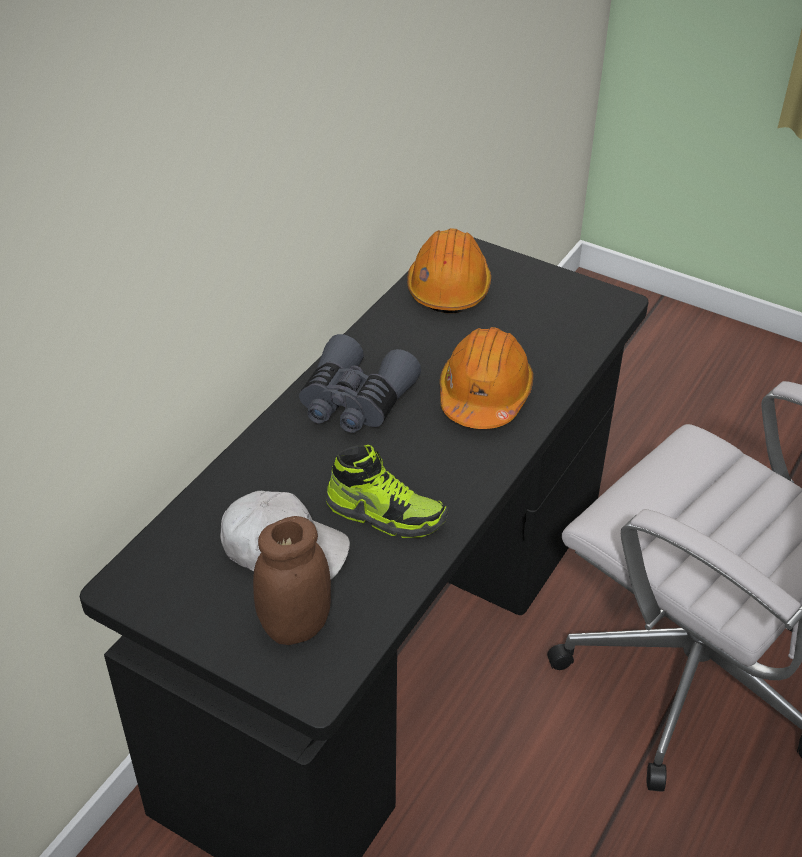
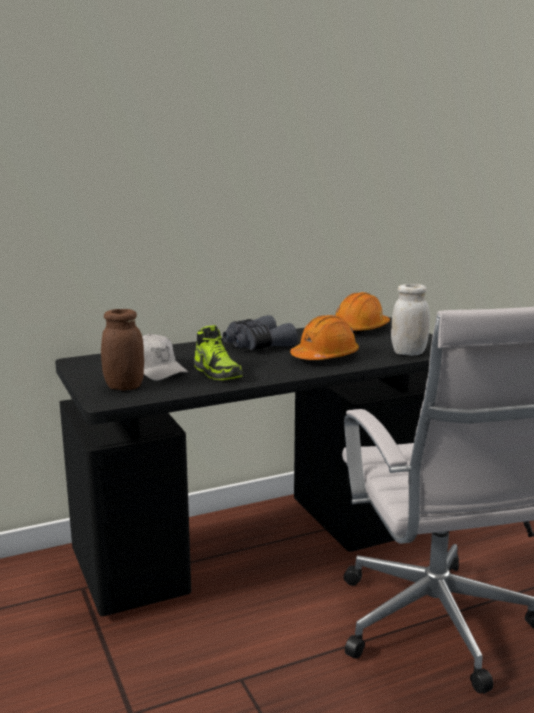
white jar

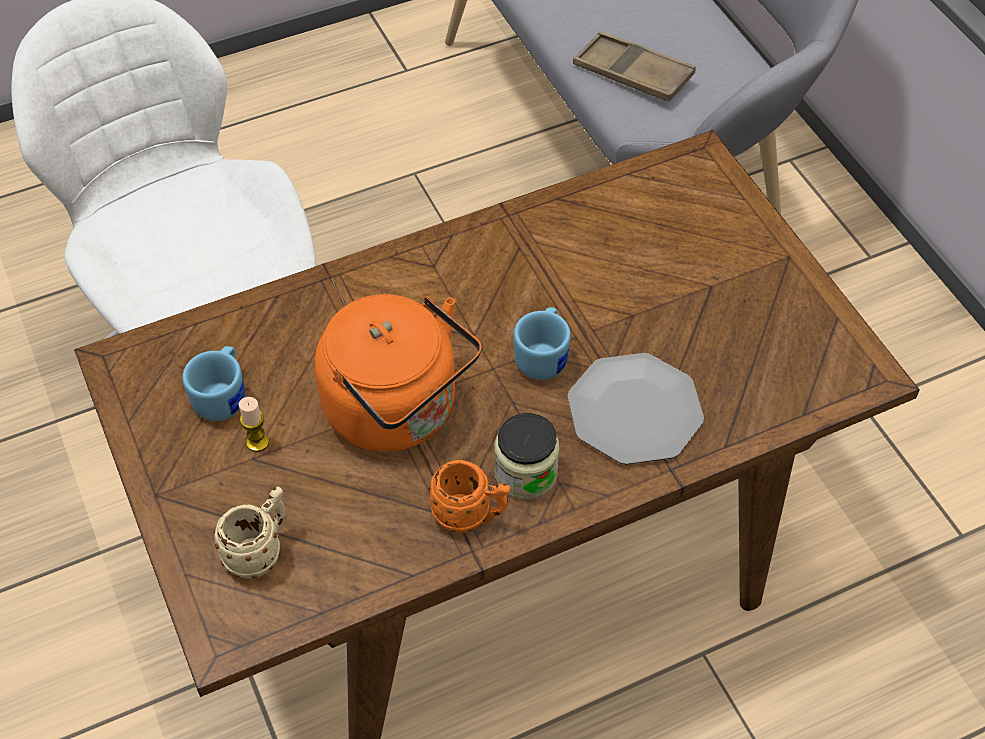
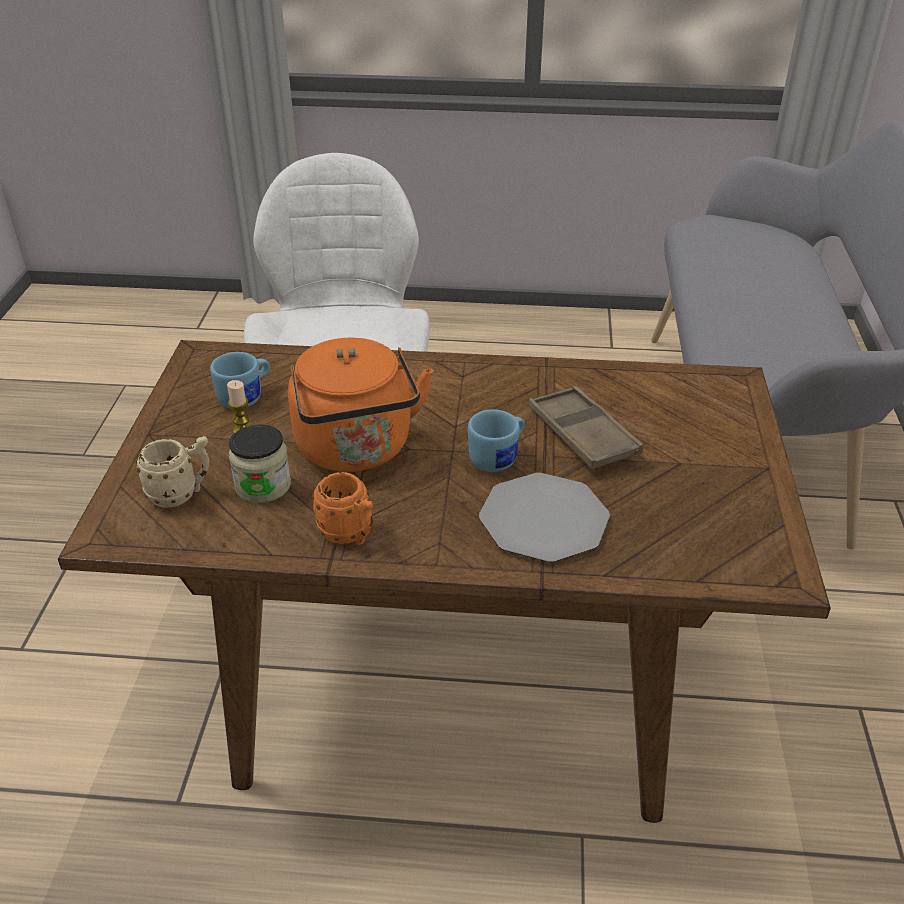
jar
brown tray

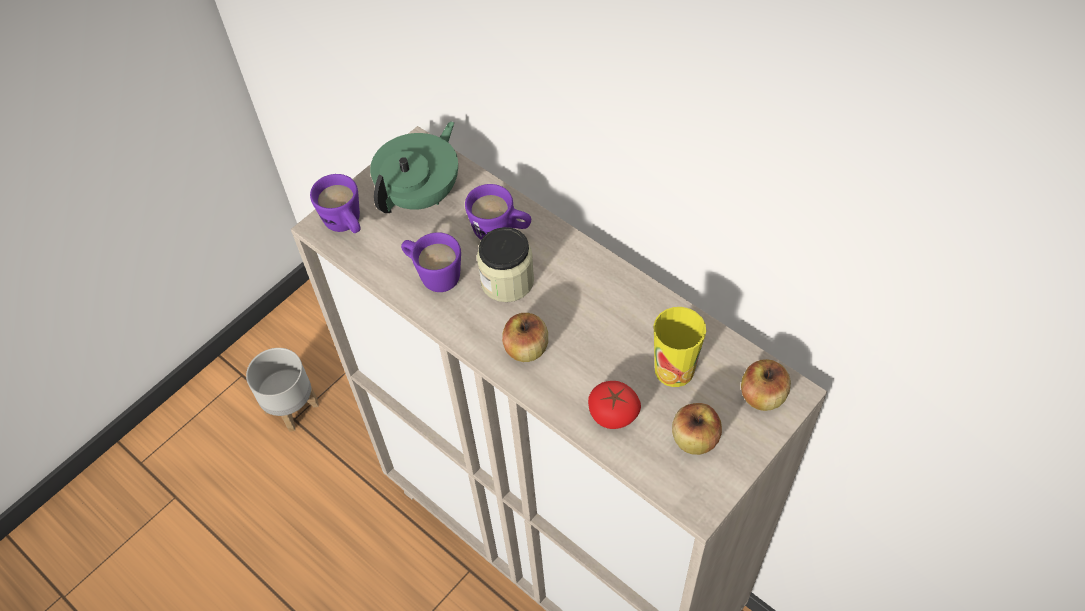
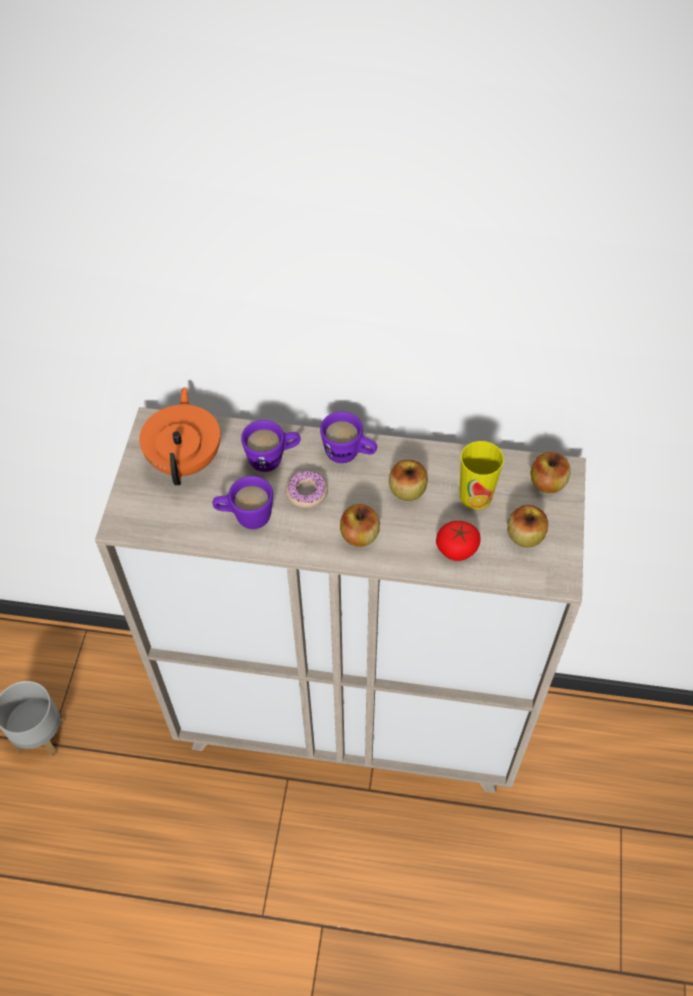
purple mug (no. 3 from left)
orange teapot
donut
apple (no. 2 from left)

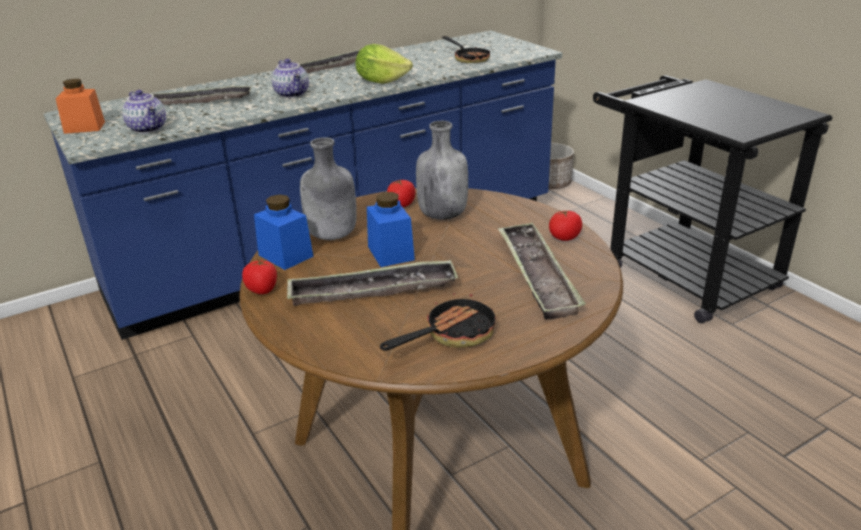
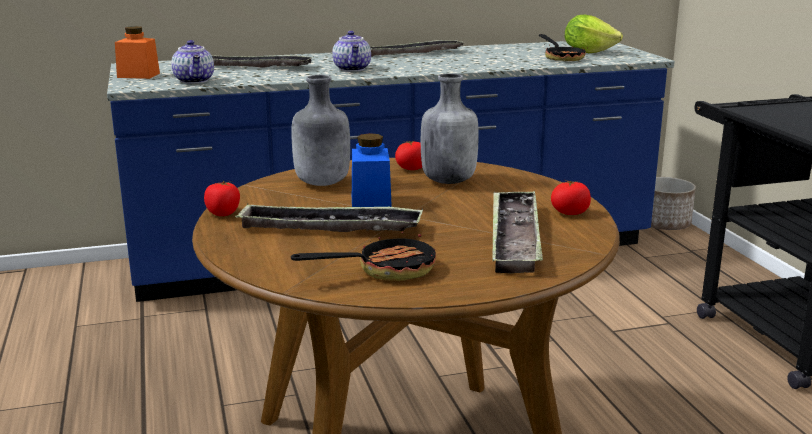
blue jar (no. 1 from left in the first image)
lettuce

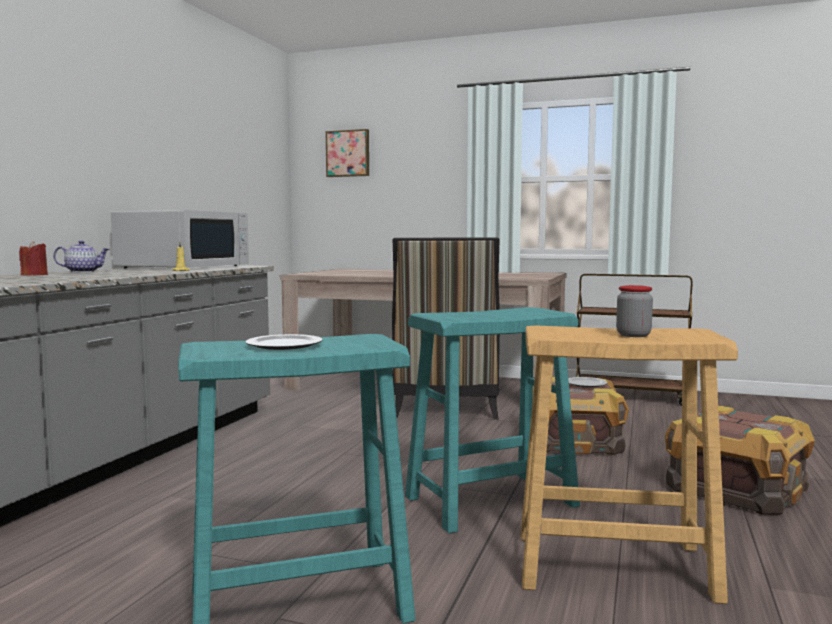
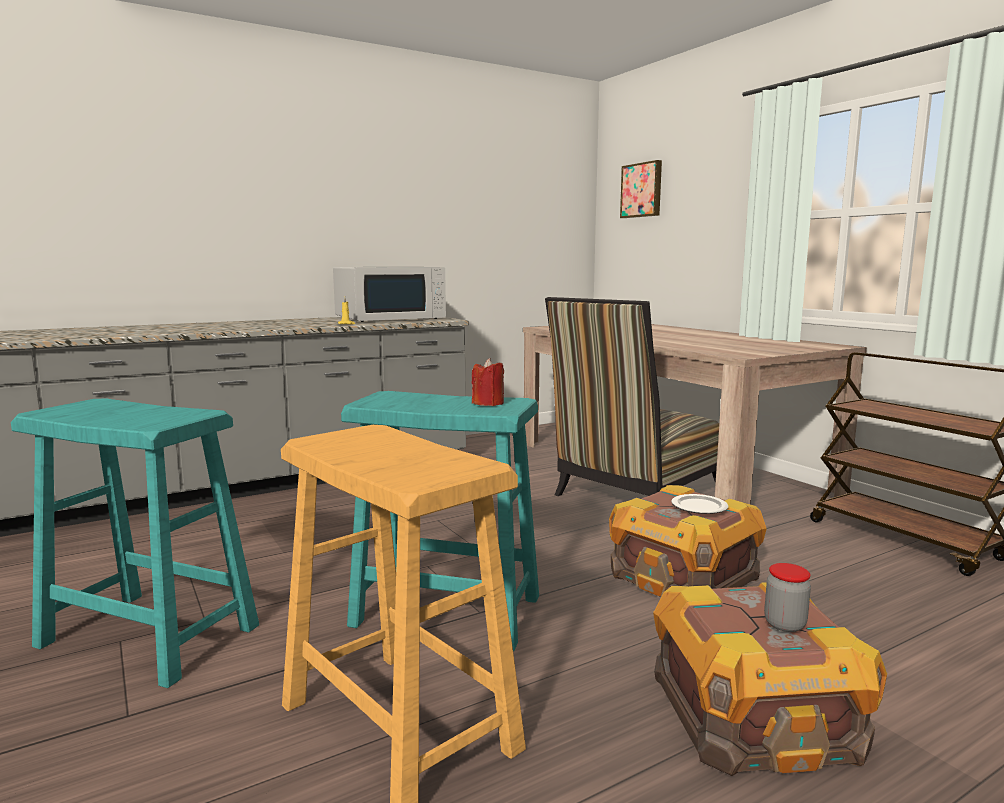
red candle
teapot
plate (no. 1 from left in the first image)
jar

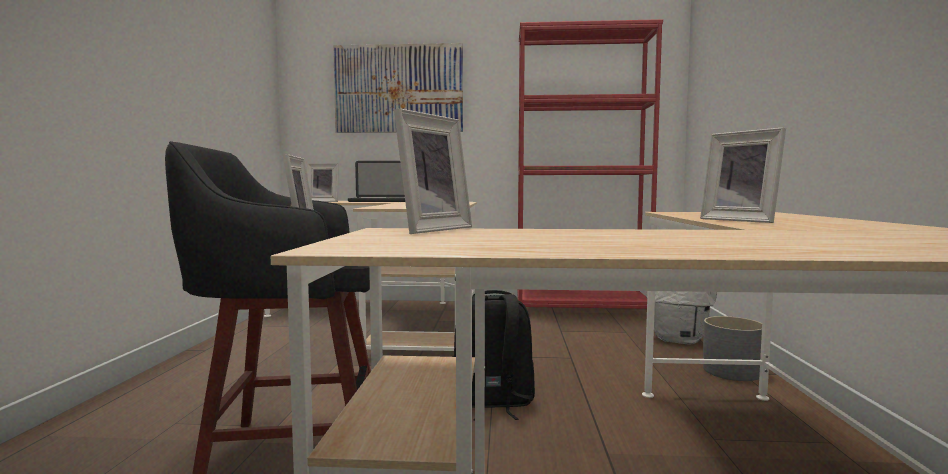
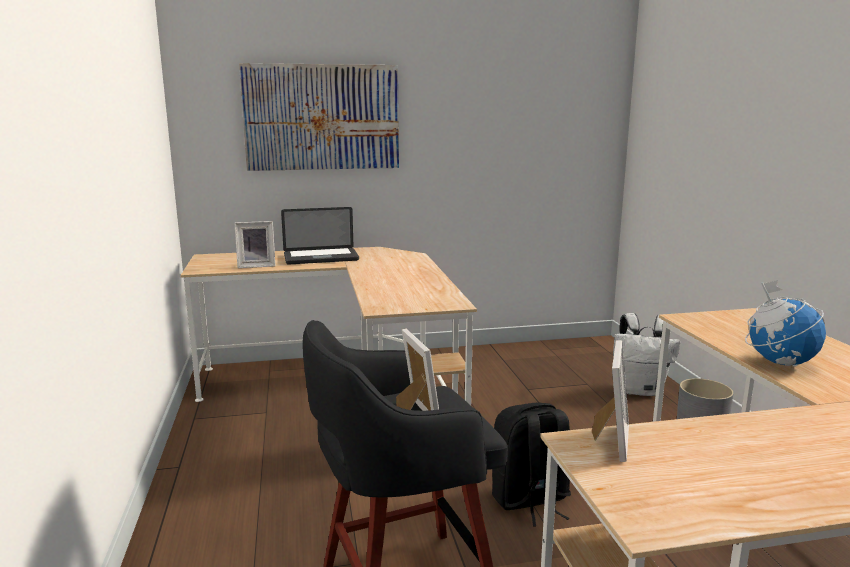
red bookcase
globe

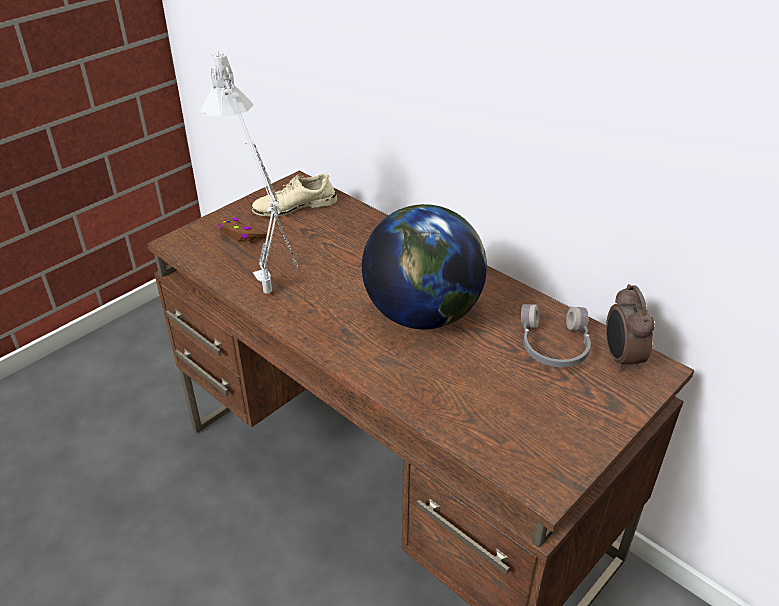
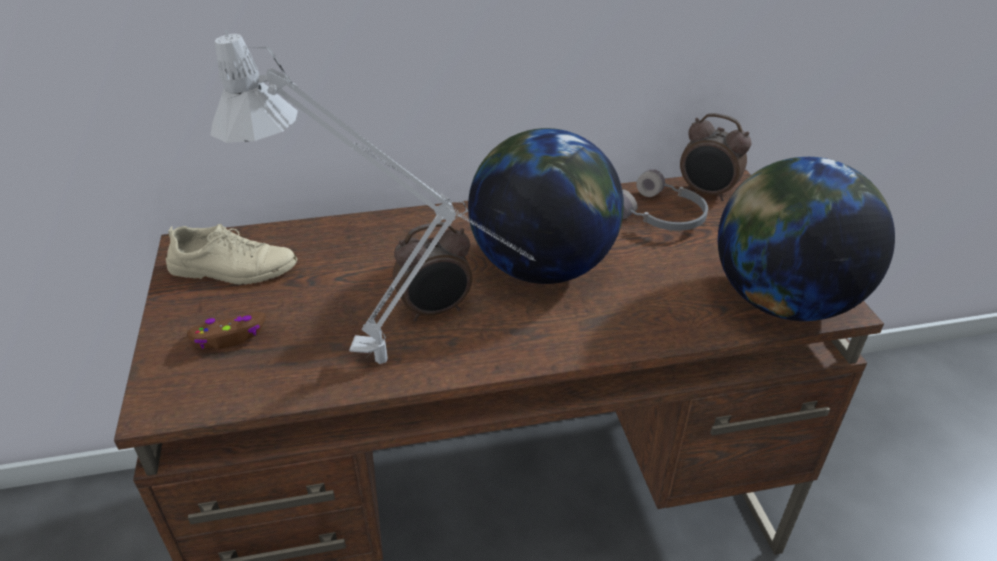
beige shoe
alarm clock (no. 1 from left)
globe (no. 2 from left)

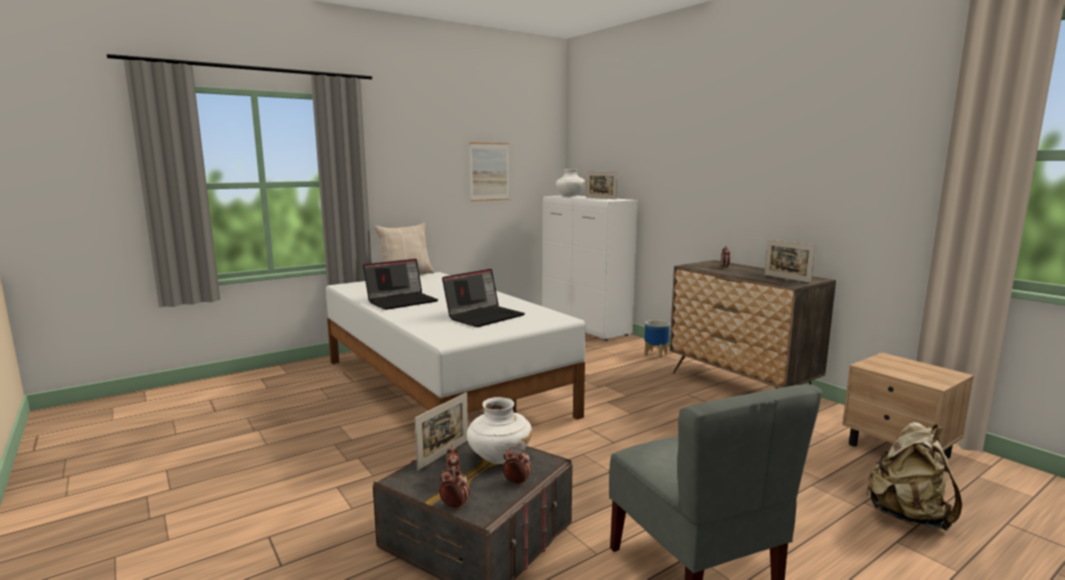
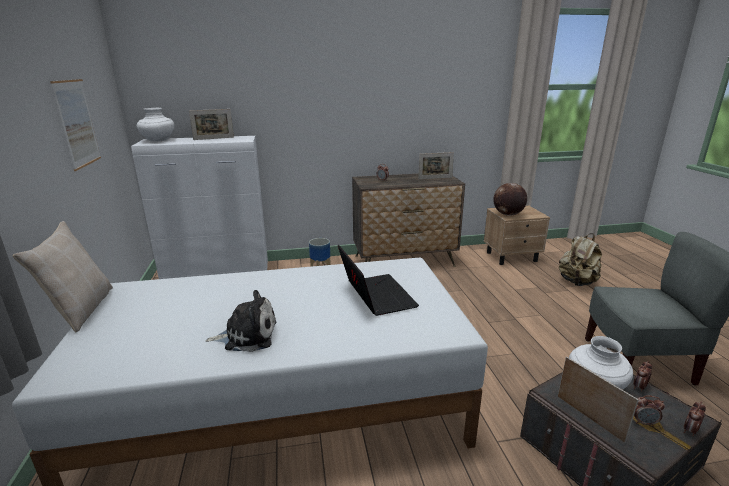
plush toy
globe

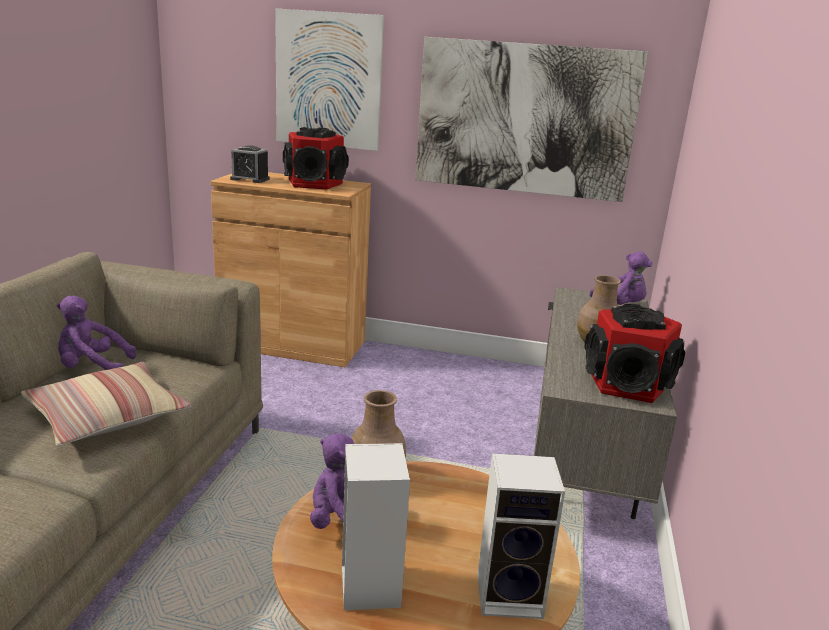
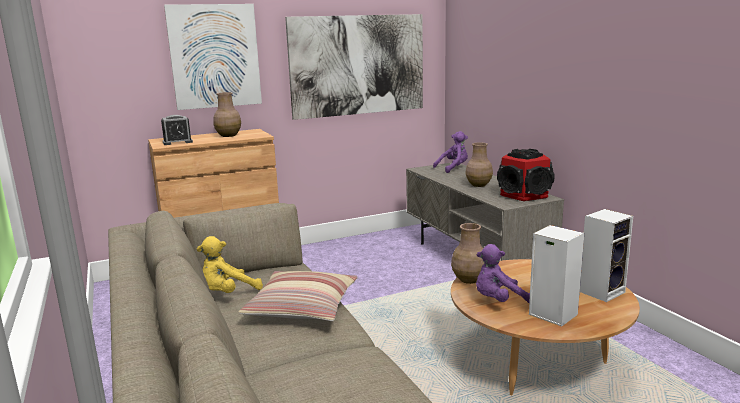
yellow plush toy
brown vase (no. 1 from left)

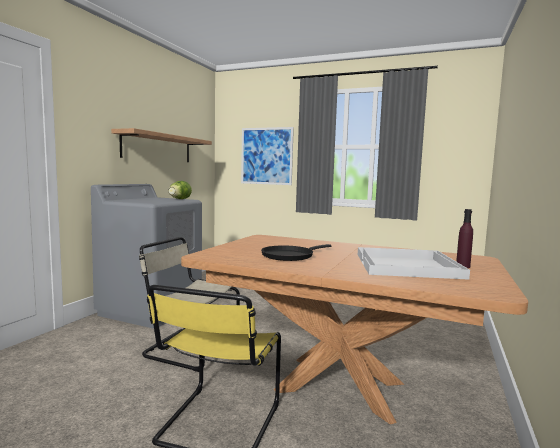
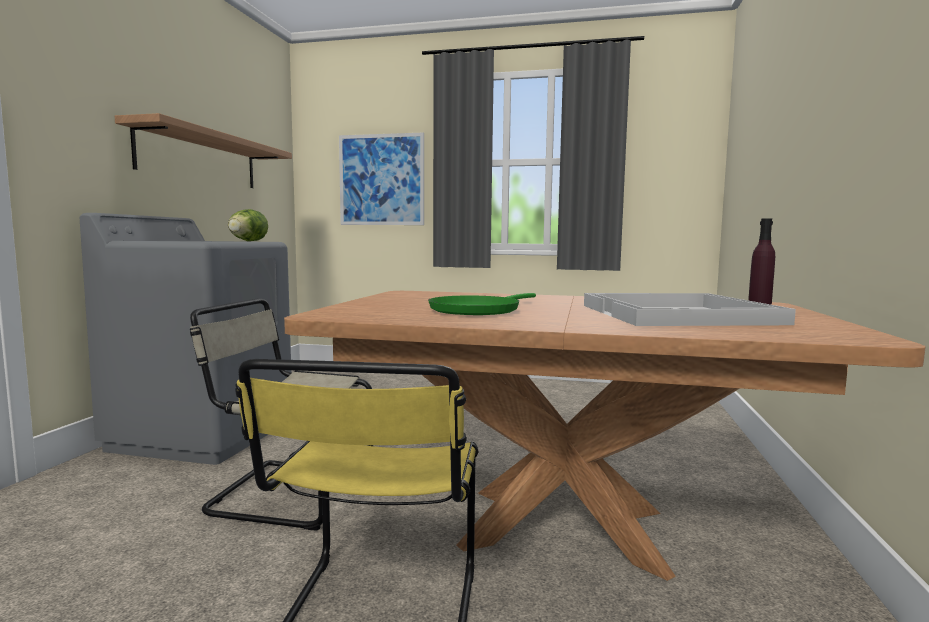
green frying pan

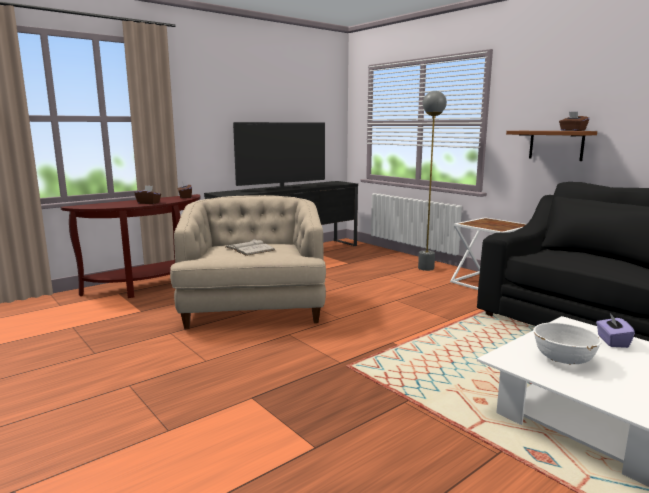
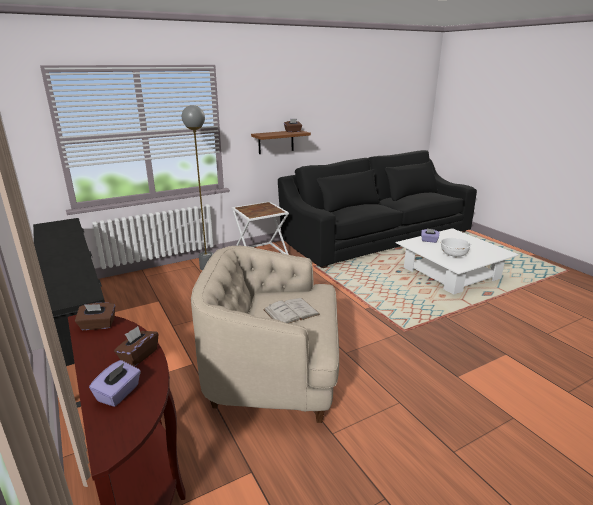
television
purple tissue box (no. 1 from left)

